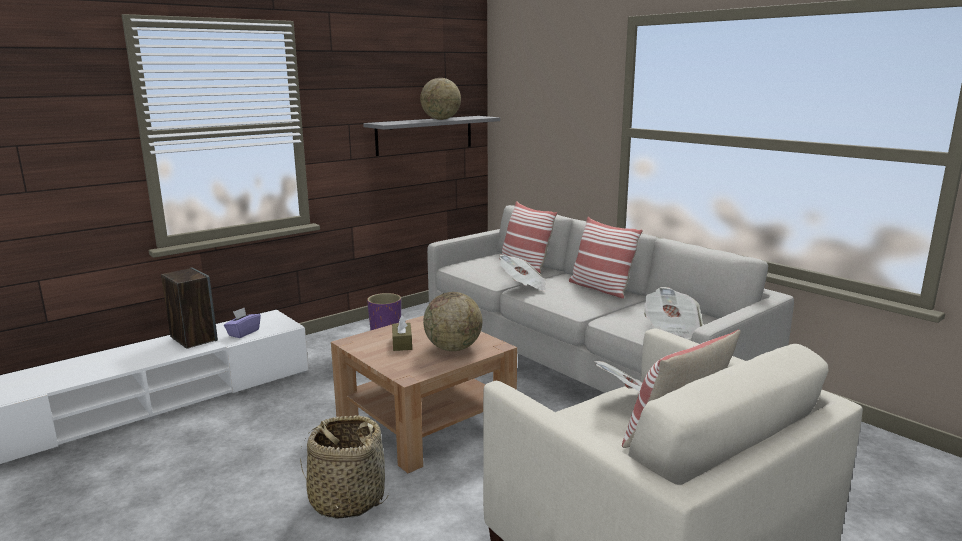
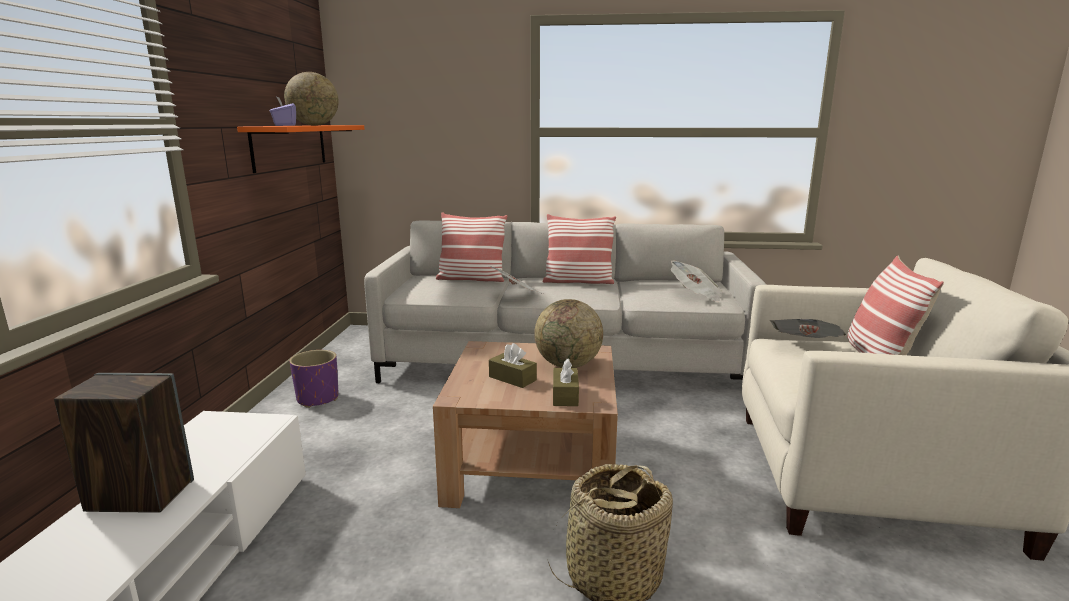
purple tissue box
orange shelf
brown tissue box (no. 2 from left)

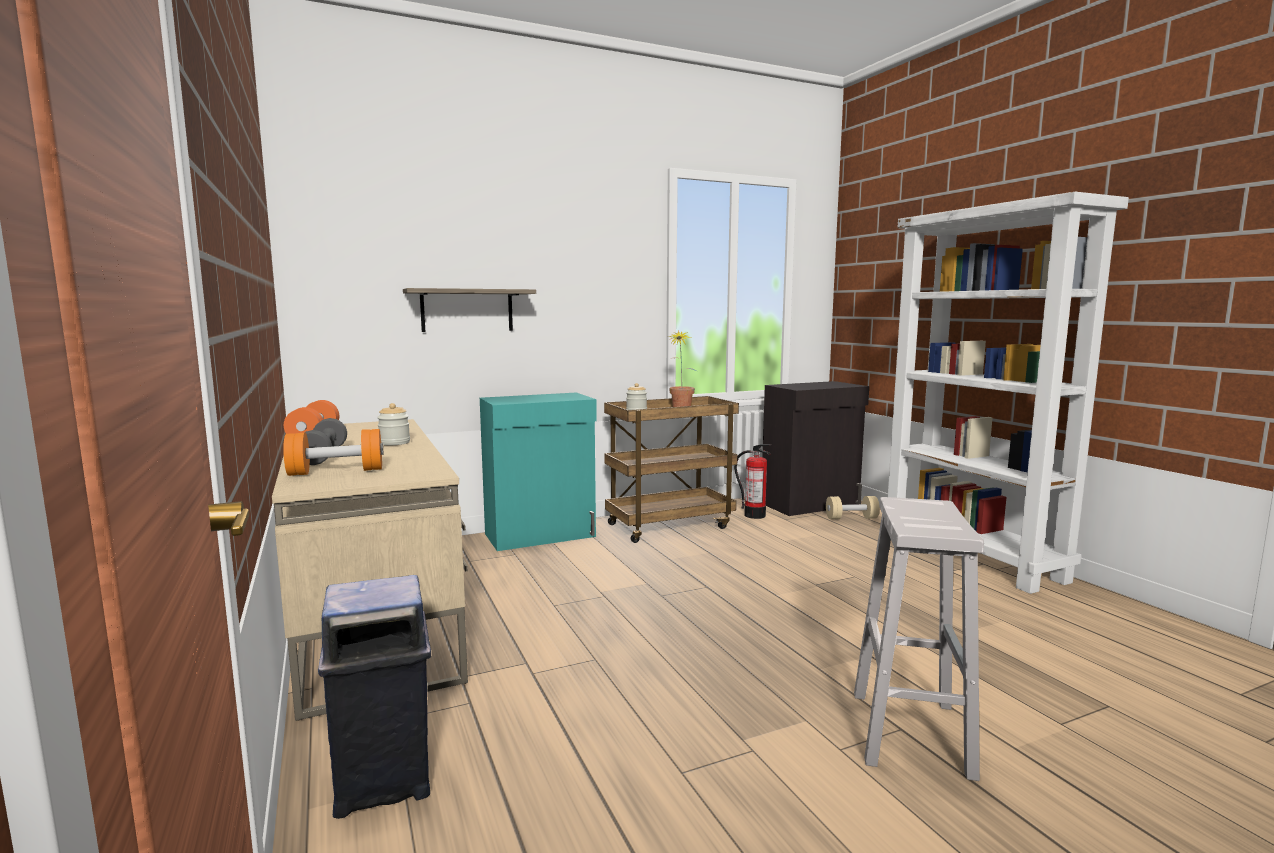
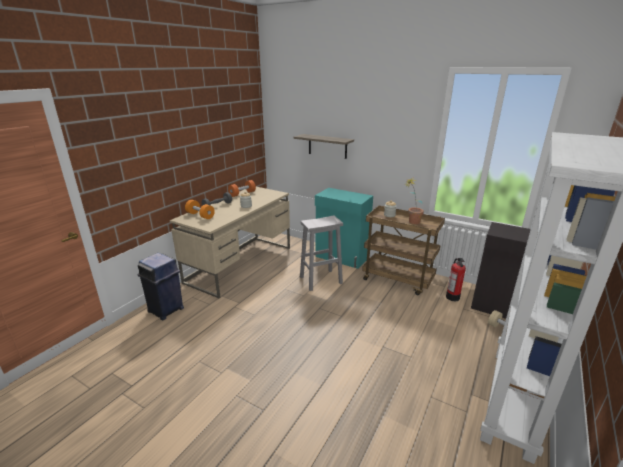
white stool

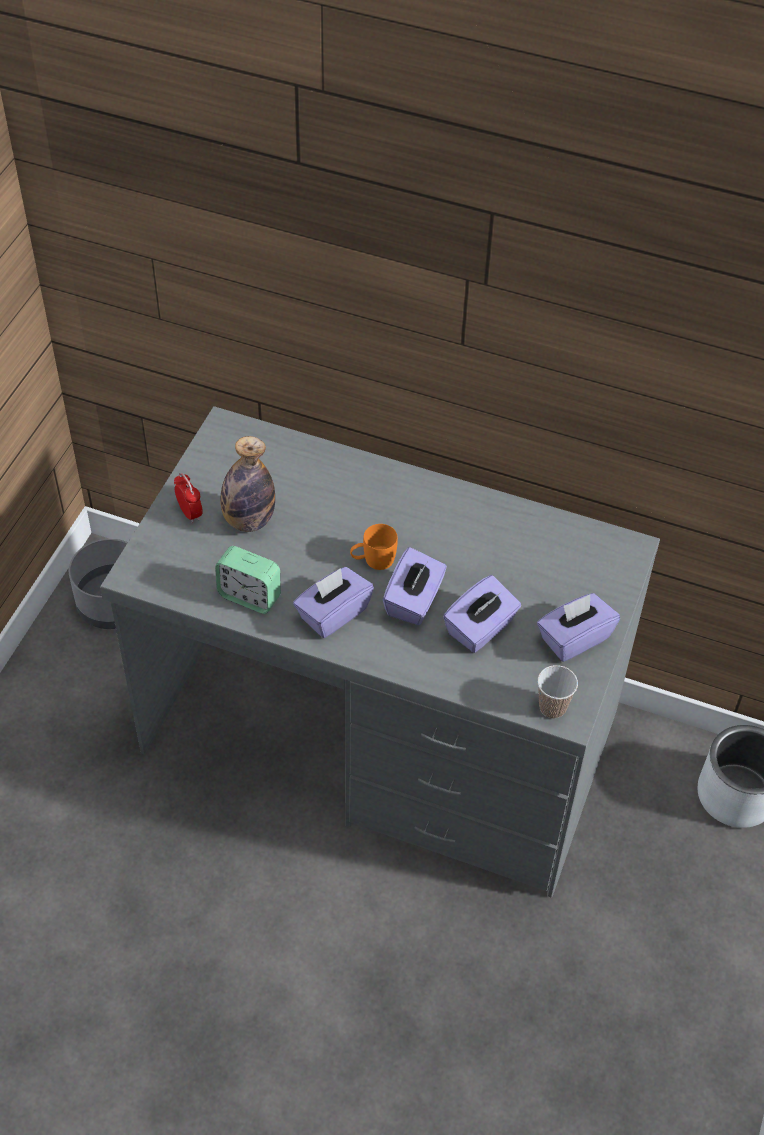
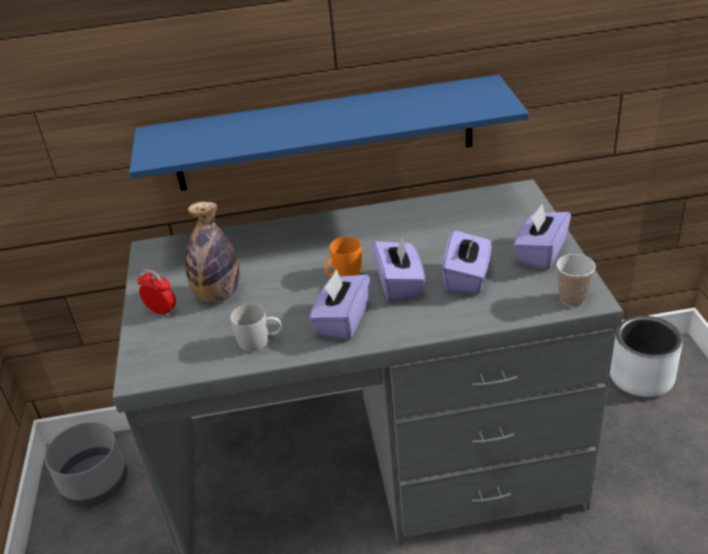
white mug
blue shelf

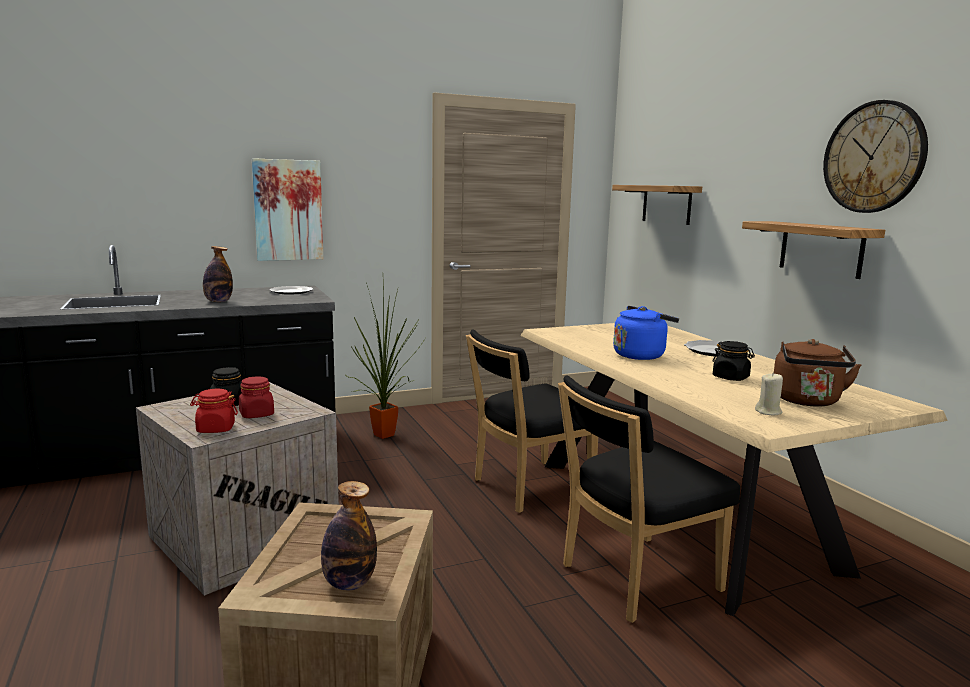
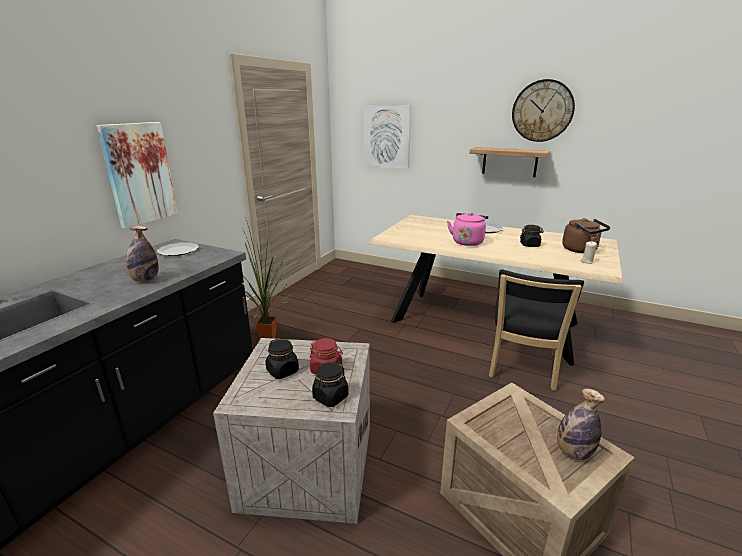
black jar (no. 2 from left)
black chair (no. 1 from left in the first image)
picture (no. 2 from left)
pink kettle

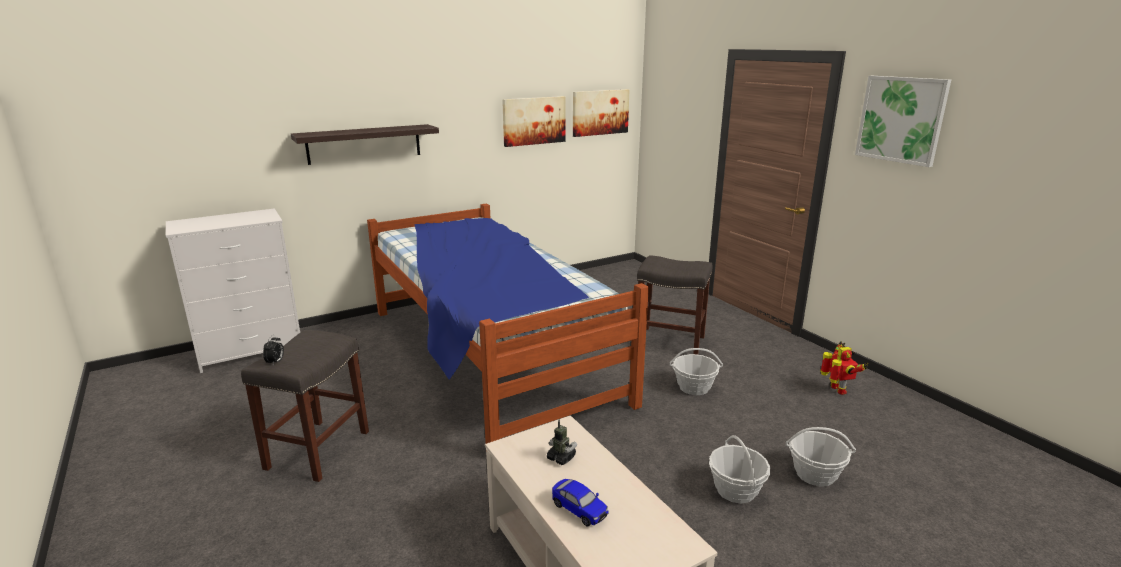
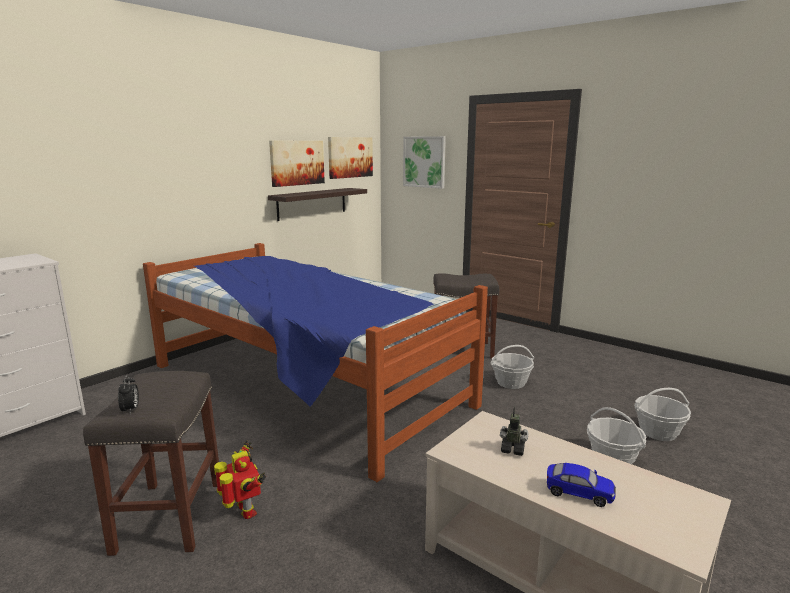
shelf
toy robot (no. 1 from left)
picture (no. 3 from left)

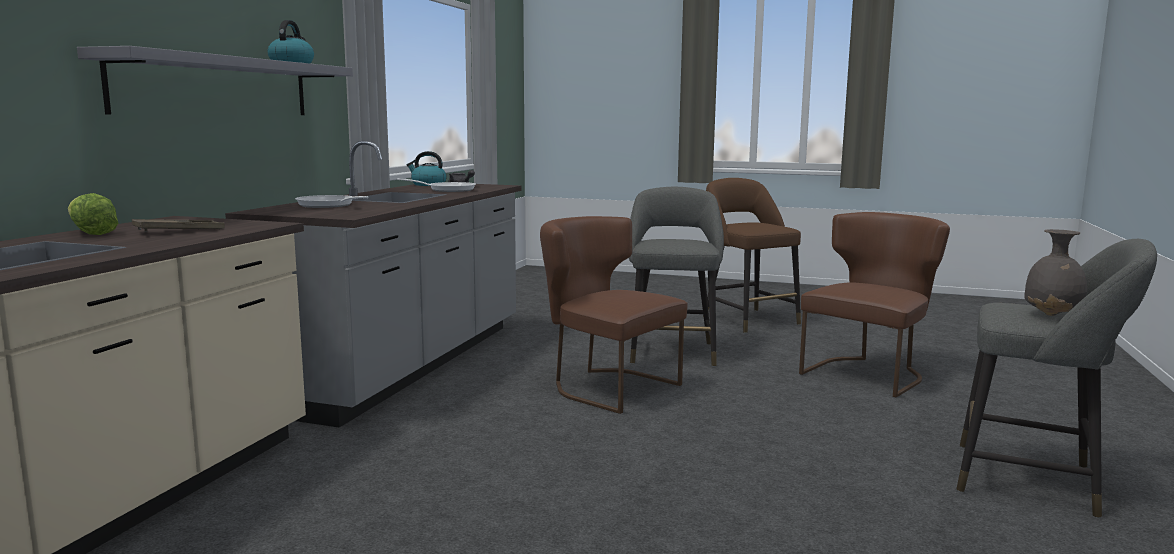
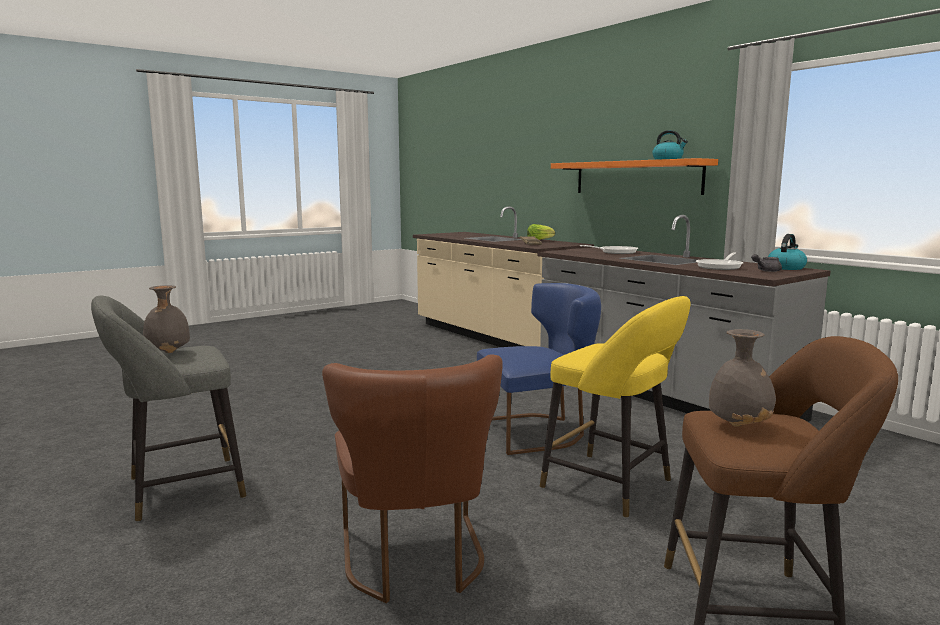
orange shelf
blue chair
yellow stool
grey vase (no. 2 from left)

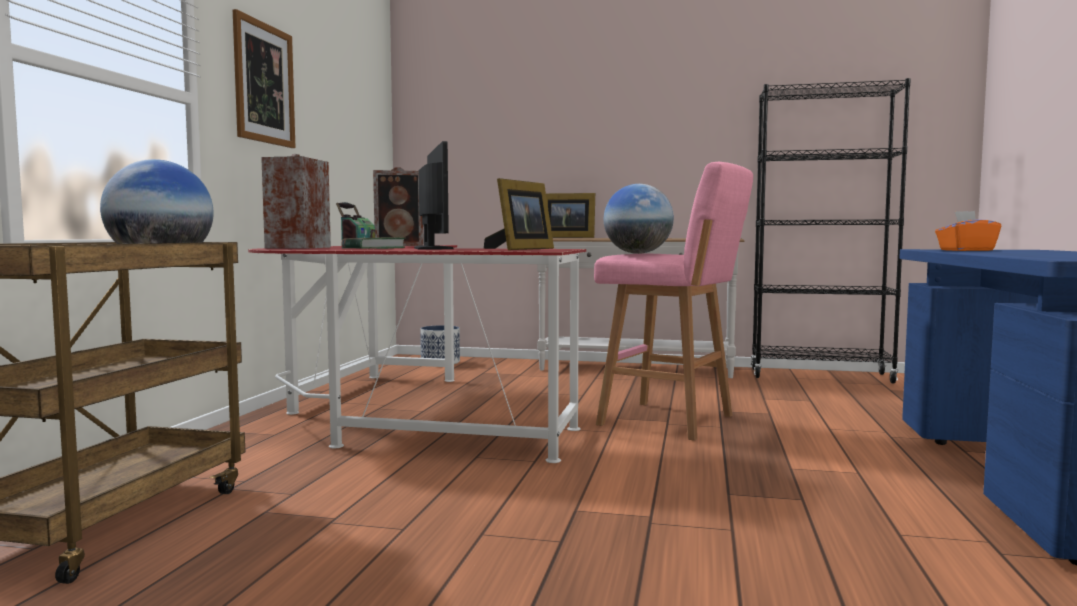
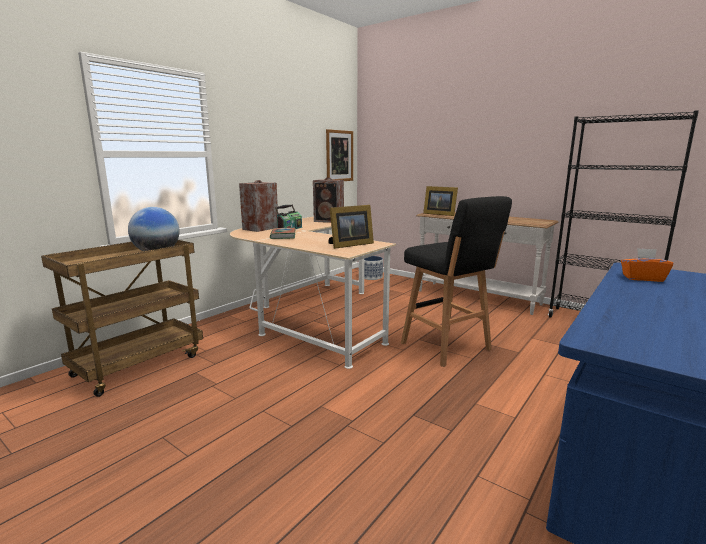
picture
beige desk
monitor
black stool
globe (no. 2 from left in the first image)

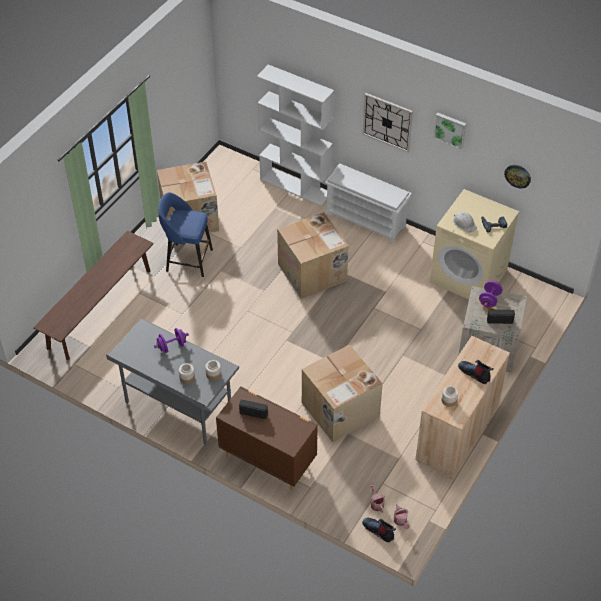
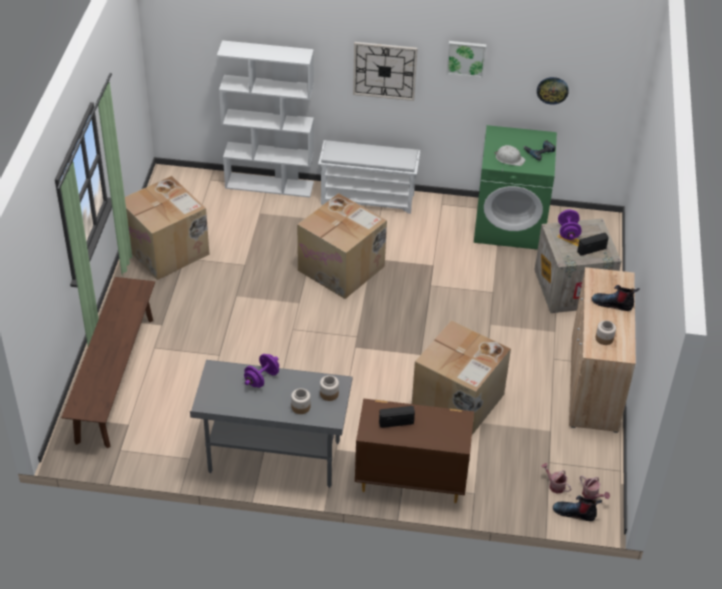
blue stool
green washing machine

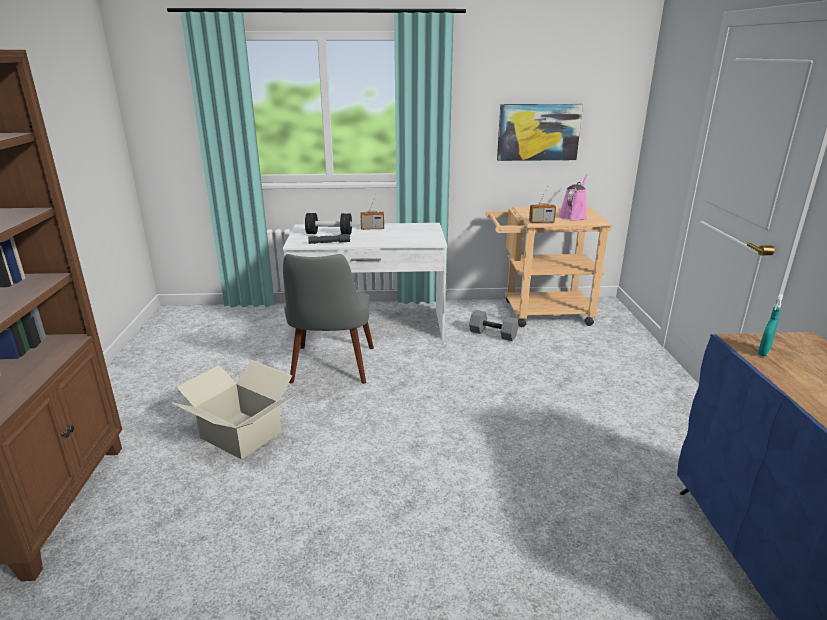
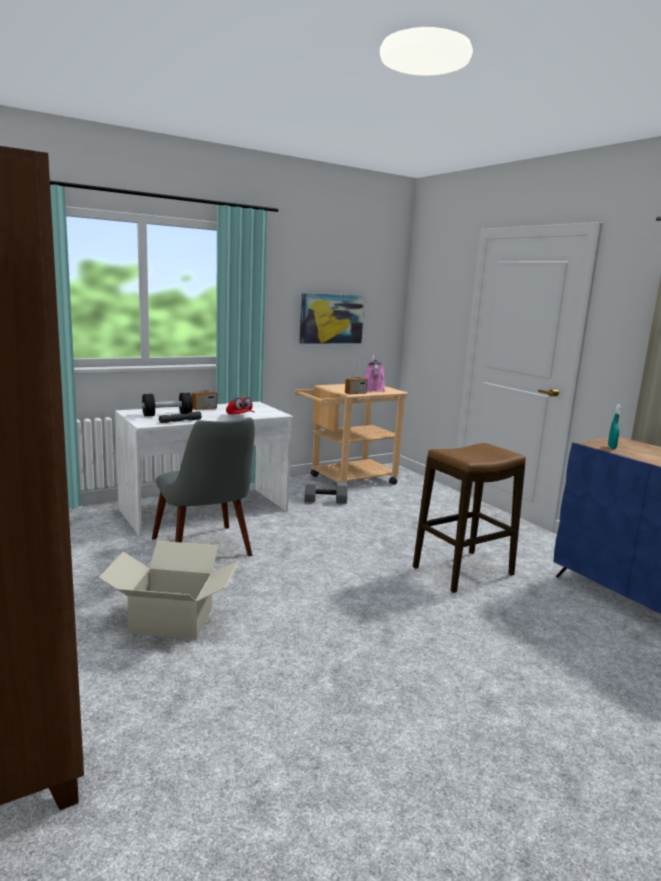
red cap
stool

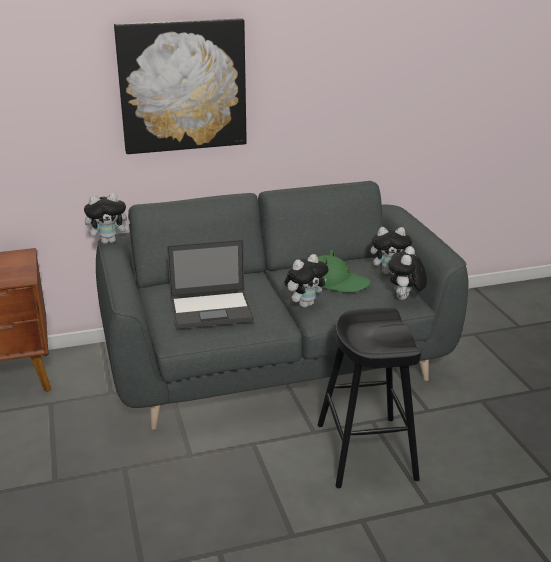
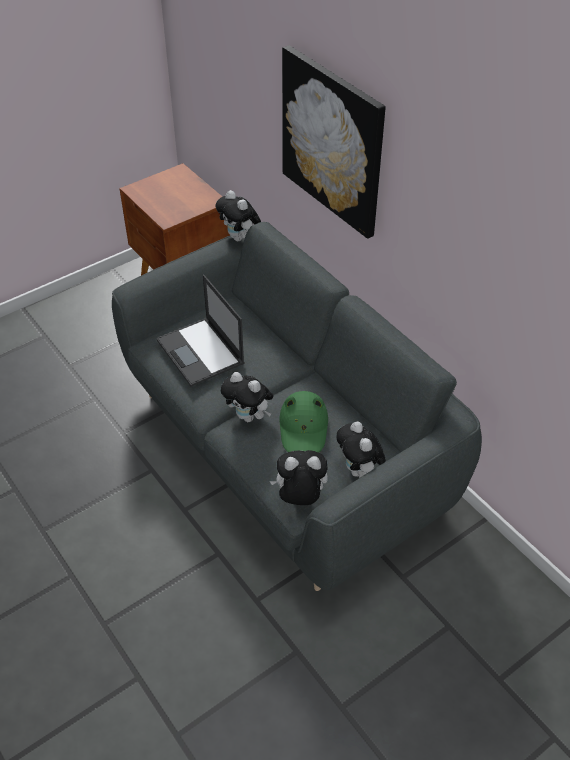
black stool

